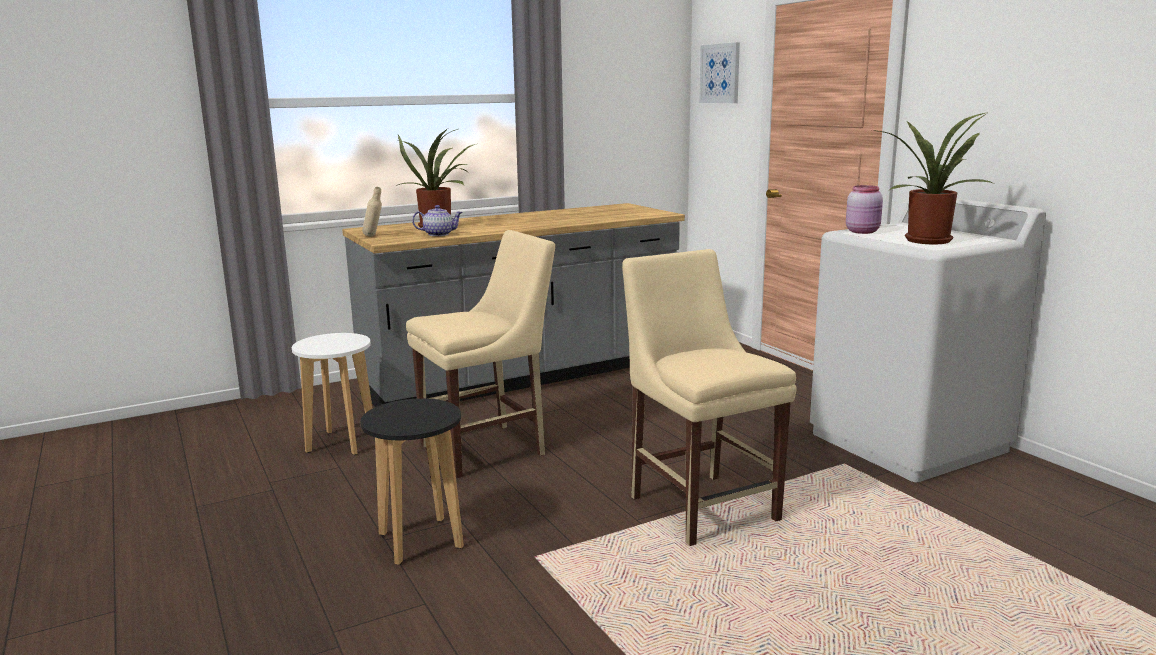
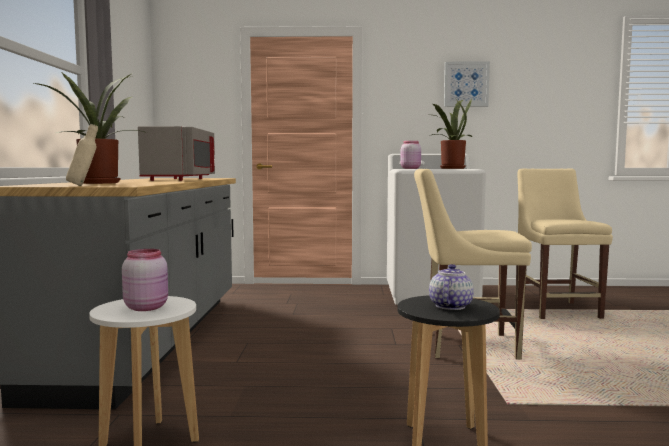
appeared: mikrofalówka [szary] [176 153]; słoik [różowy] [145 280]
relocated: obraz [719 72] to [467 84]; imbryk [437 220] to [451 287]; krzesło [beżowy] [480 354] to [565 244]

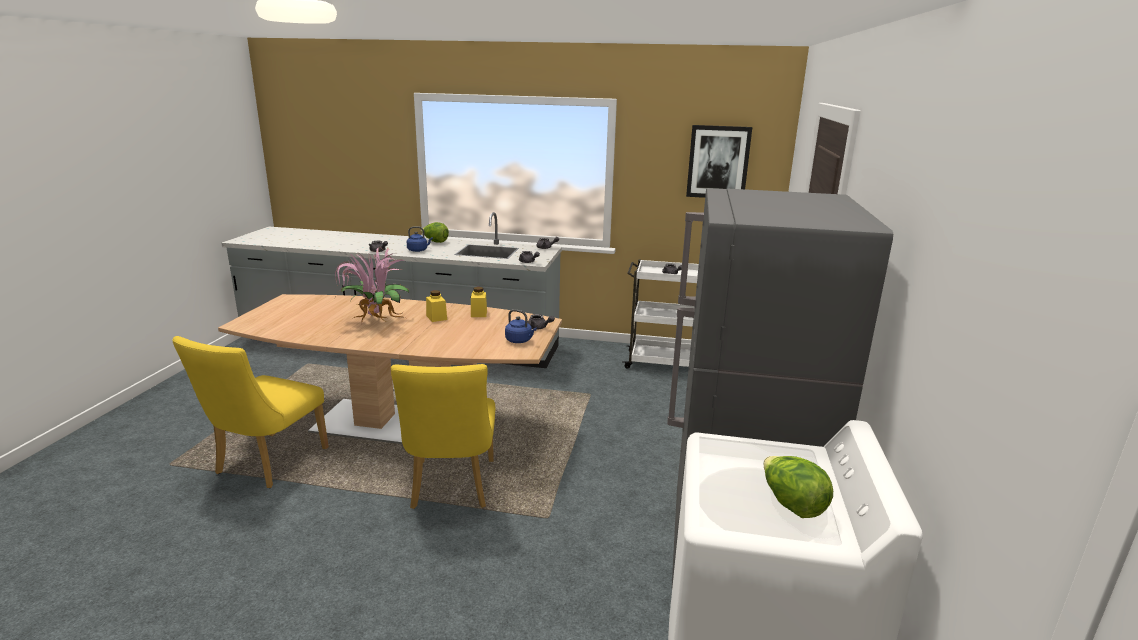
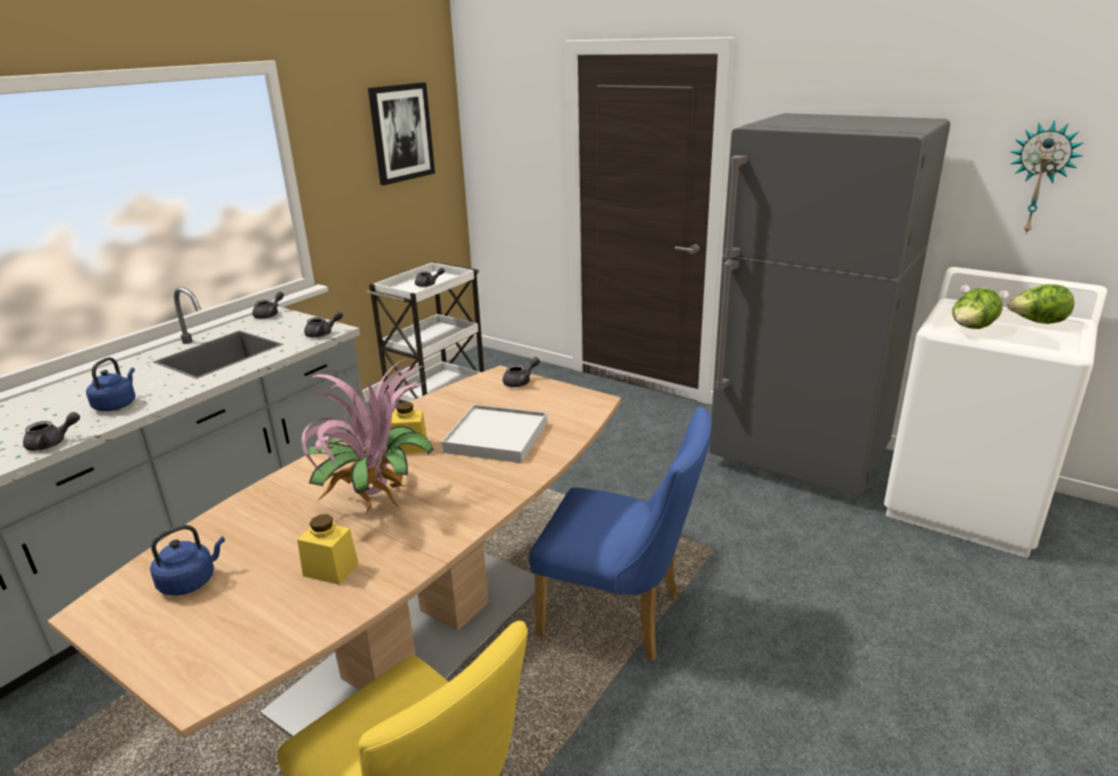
appeared: zegar ścienny [1047 177]; taca [biały] [494 434]
relocated: sałata [435 232] to [977 308]; słoik [żółty] [479 302] to [328 549]; czajnik [niebieski] [521 326] to [187 560]
colour: krzesło [żółty] [443 436] to krzesło [niebieski] [620 534]

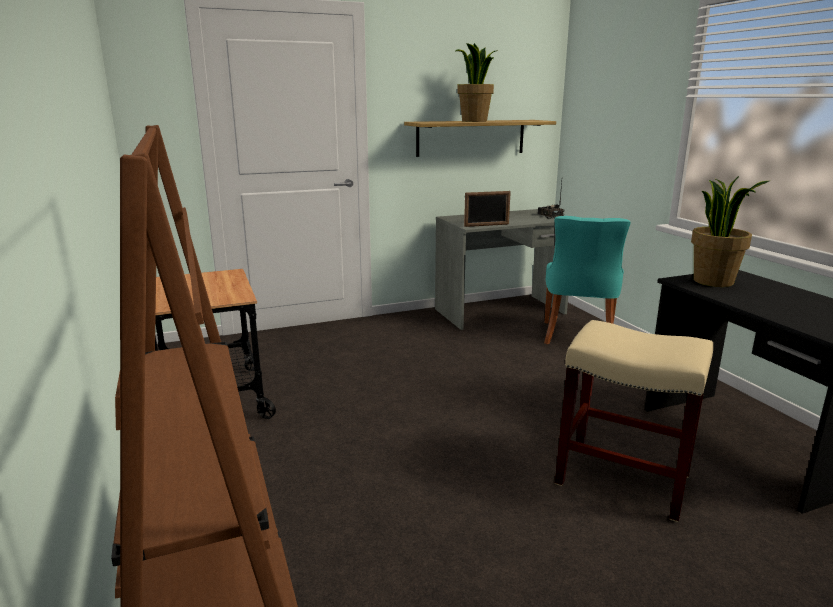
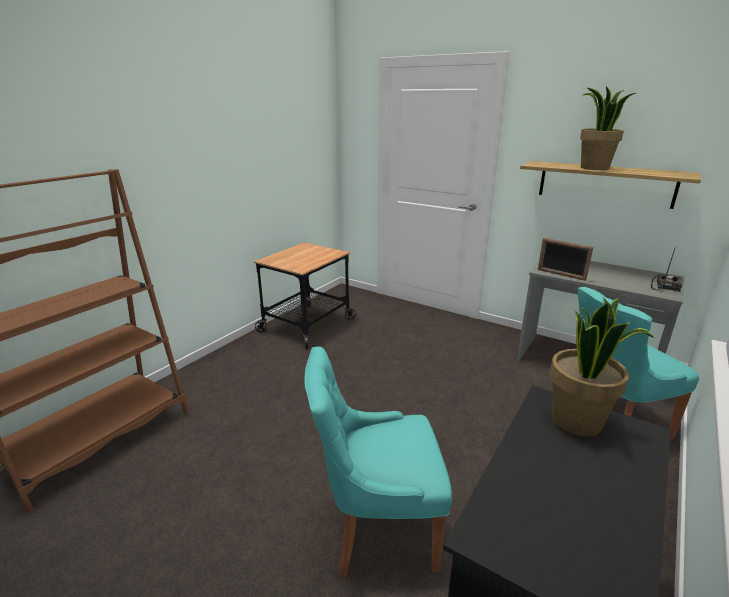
exchanged: stołek [beżowy] [634 421] to krzesło [turkusowy] [378 462]

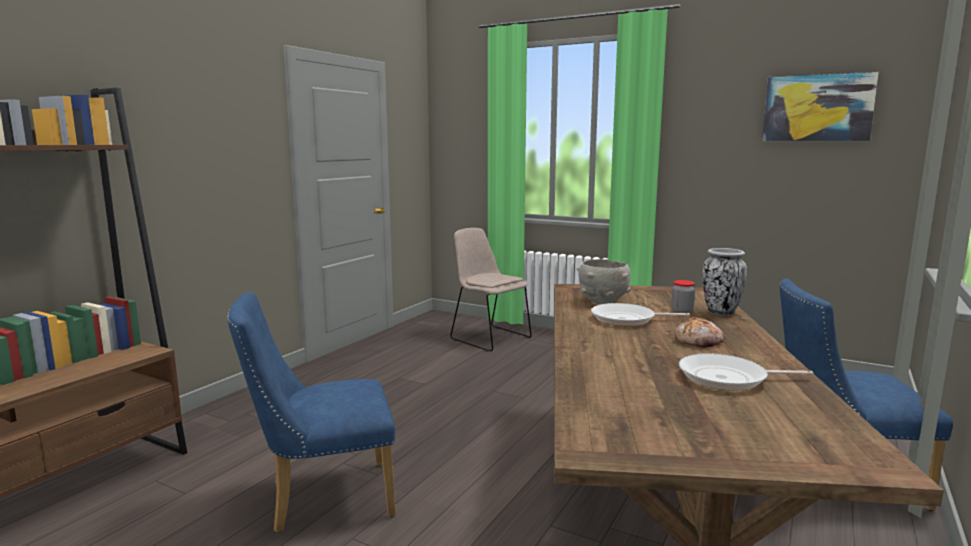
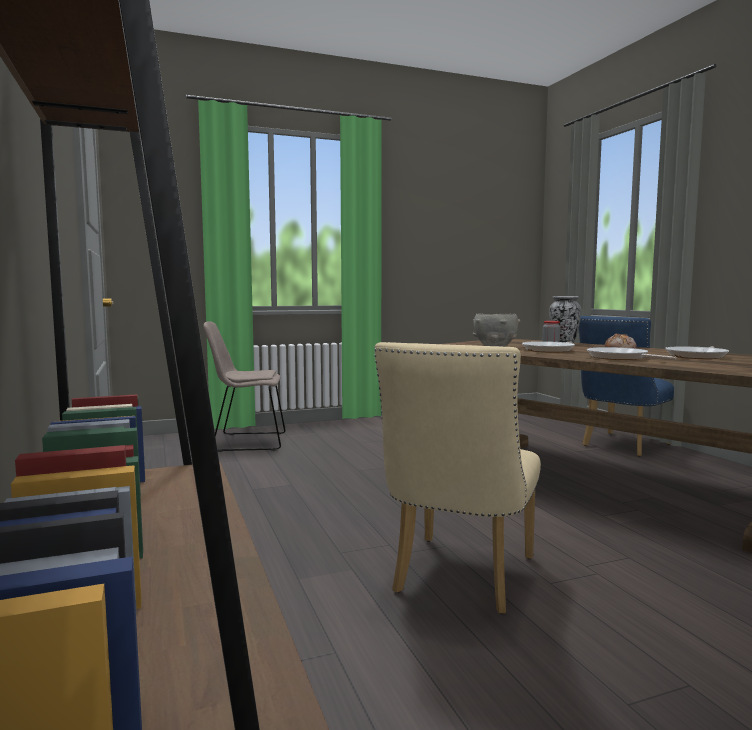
missing: obraz [820 106]
appeared: patelnia [632 353]
colour: krzesło [niebieski] [311 412] to krzesło [beżowy] [457 478]

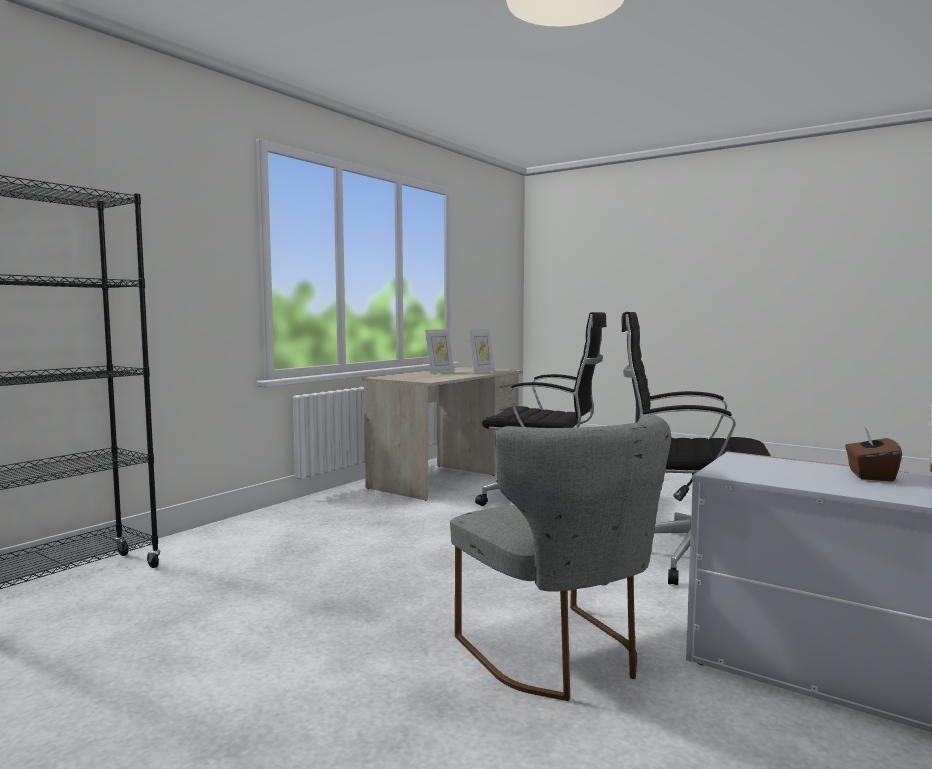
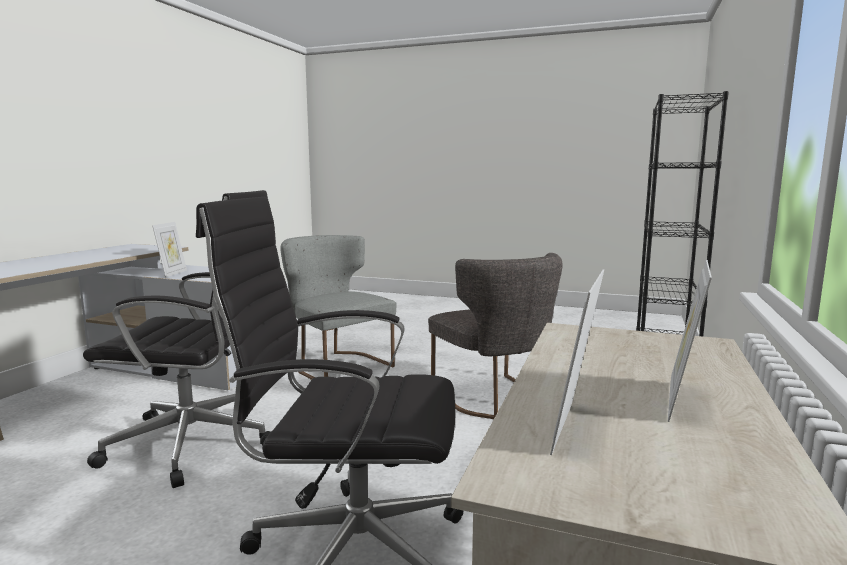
appeared: krzesło [szary] [495 336]
exchanged: pudełko chusteczek [brązowy] [873 454] to ramka na zdjęcie [169 250]

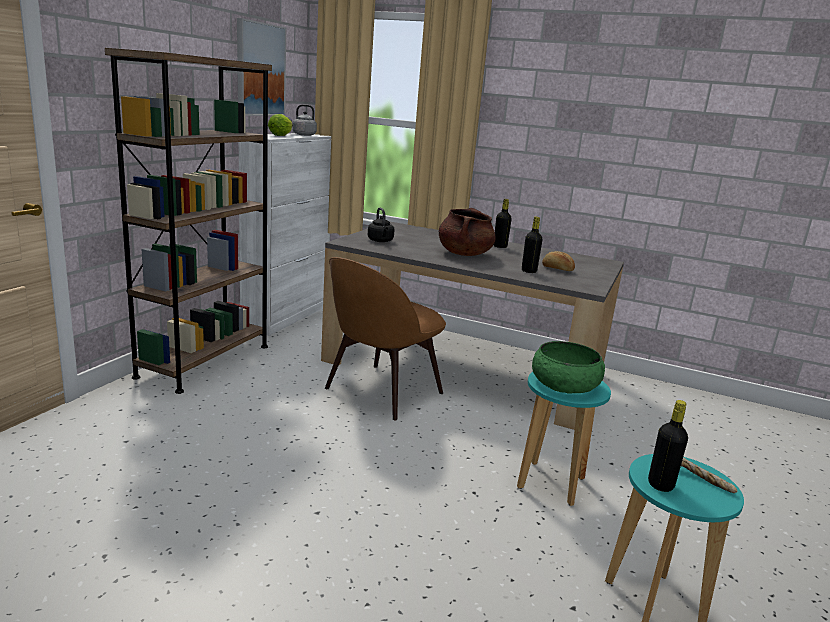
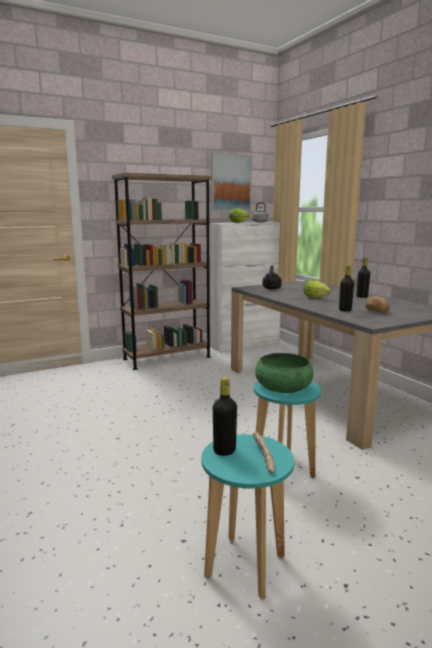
missing: krzesło [brązowy] [385 339]
exchanged: garnek [brązowy] [467 232] to sałata [317 289]

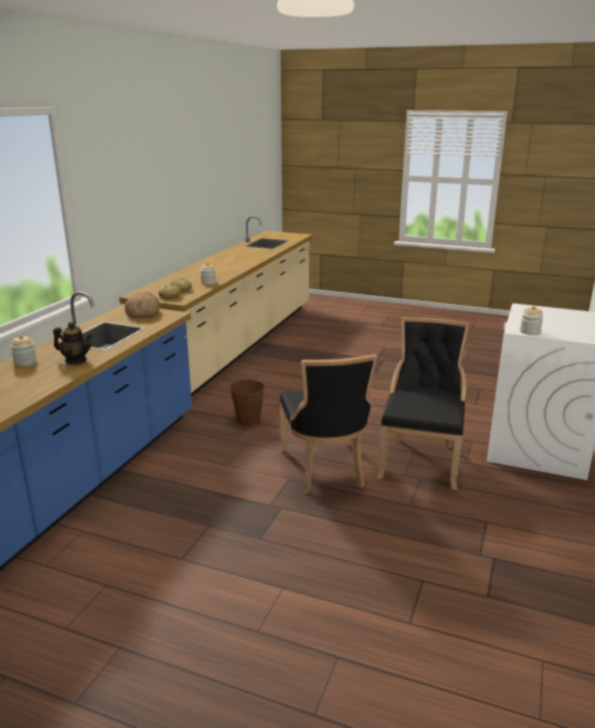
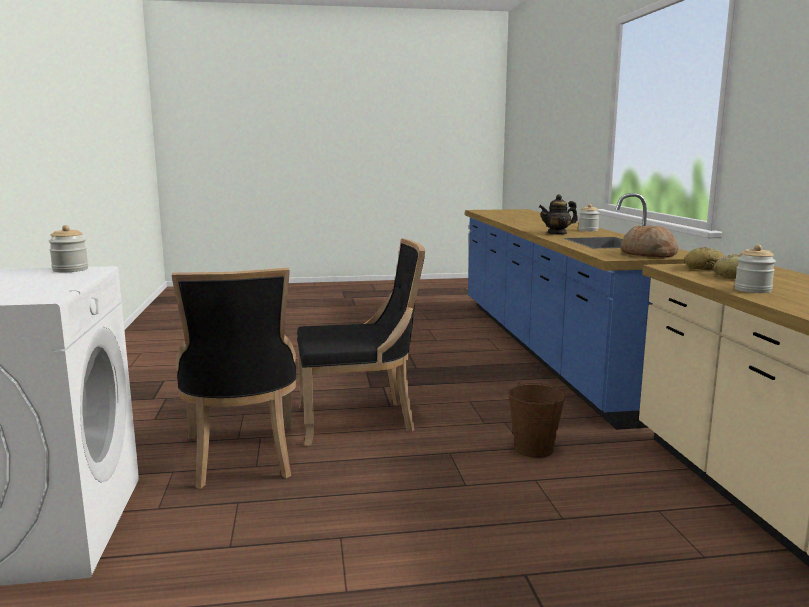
spun: krzesło [czarny] [328 424] = [361 342] 120 degrees clockwise

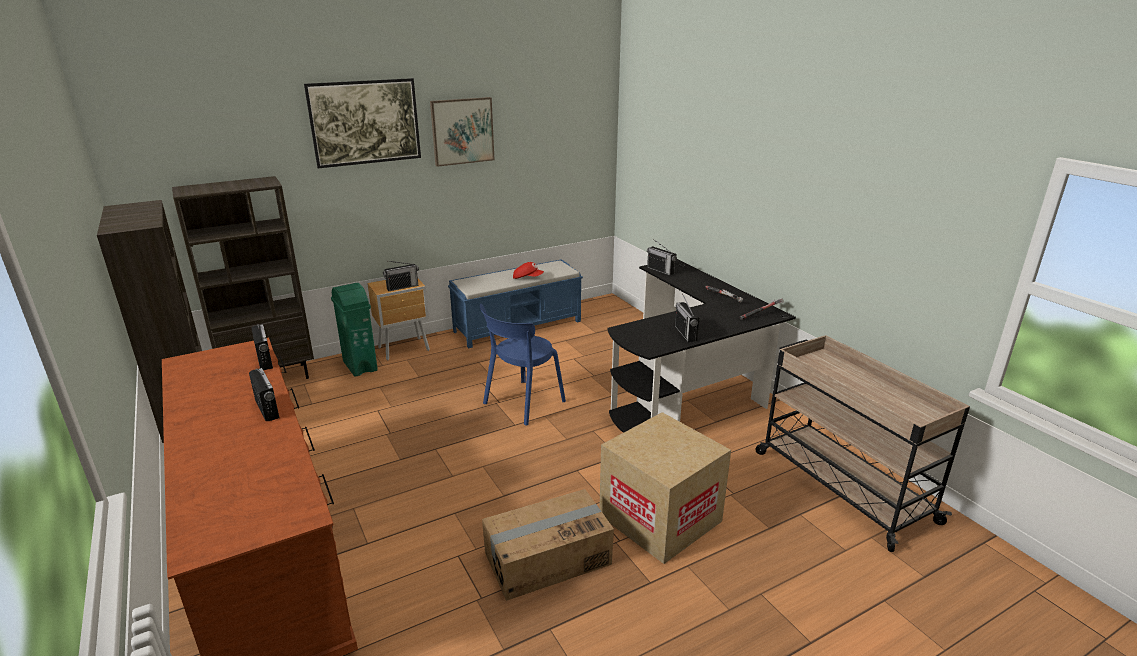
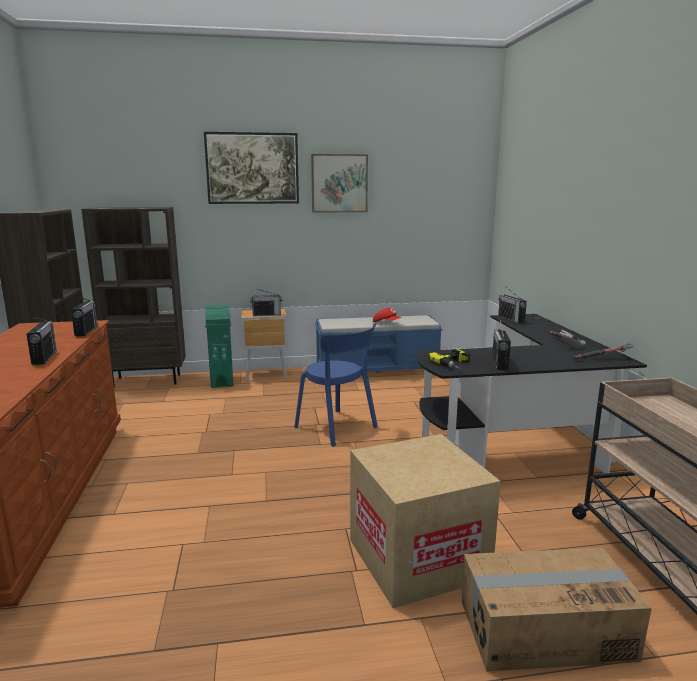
appeared: wiertarka [449 359]
relocated: karton [548 545] to [557 610]
spun: krzesło [niebieski] [523 365] = [336 385] 105 degrees counterclockwise

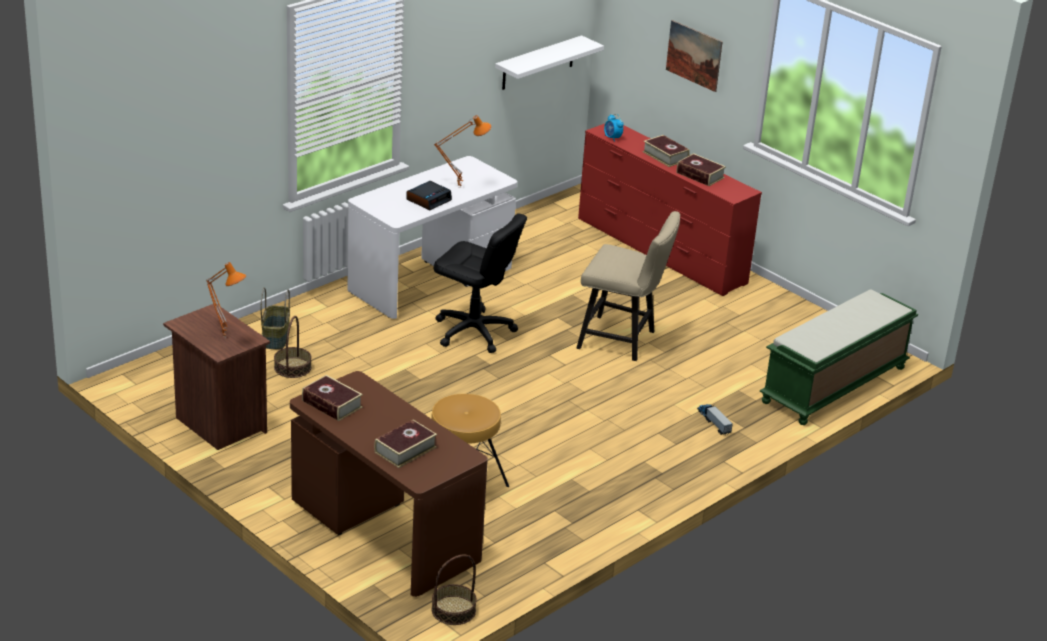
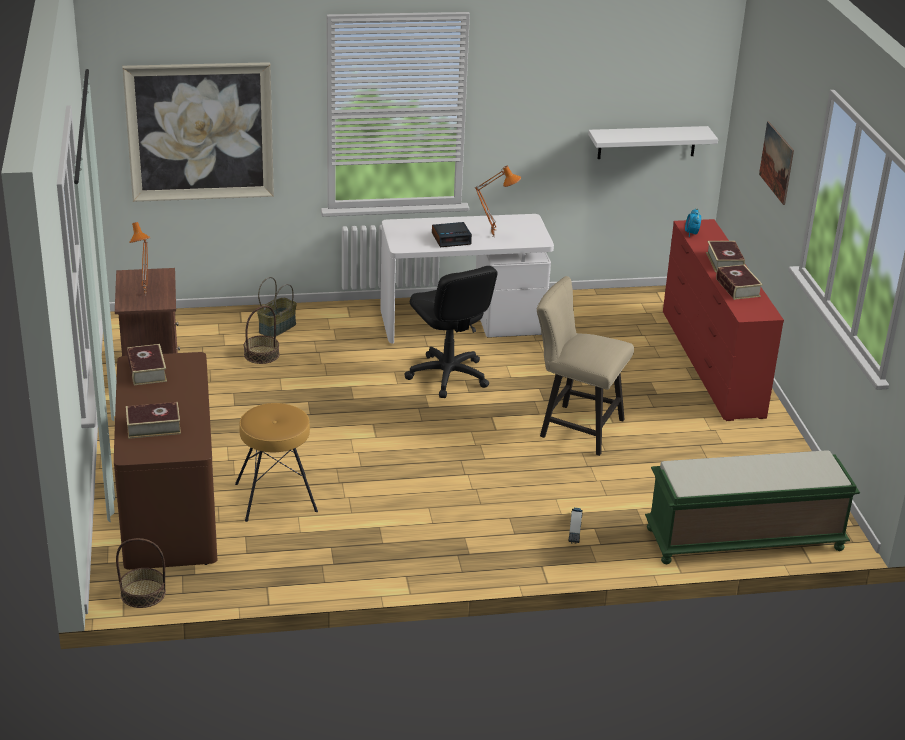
appeared: obraz [198 132]
spun: krzesło [beżowy] [628 286] = [585 366] 150 degrees clockwise

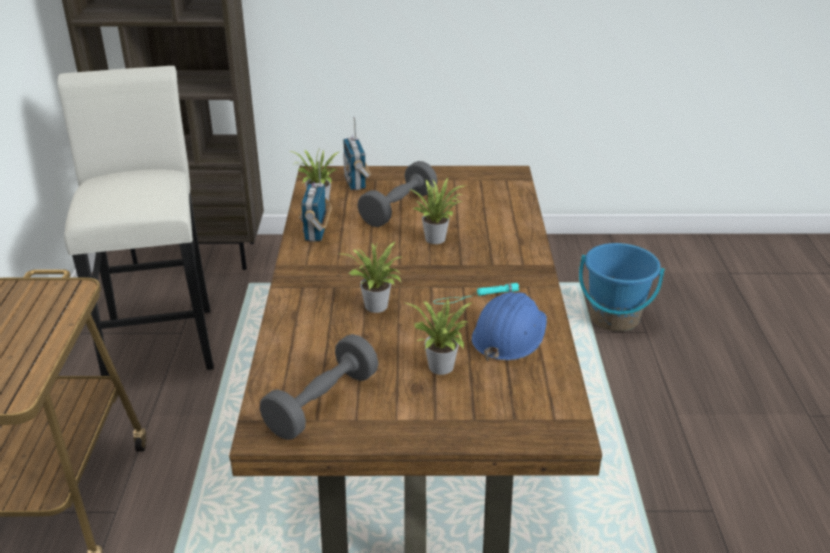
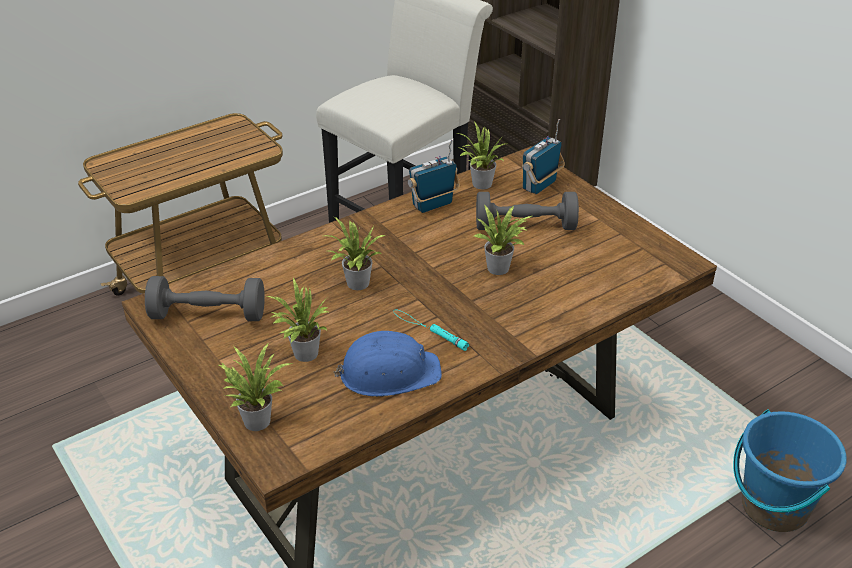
appeared: roślina doniczkowa [256 386]

